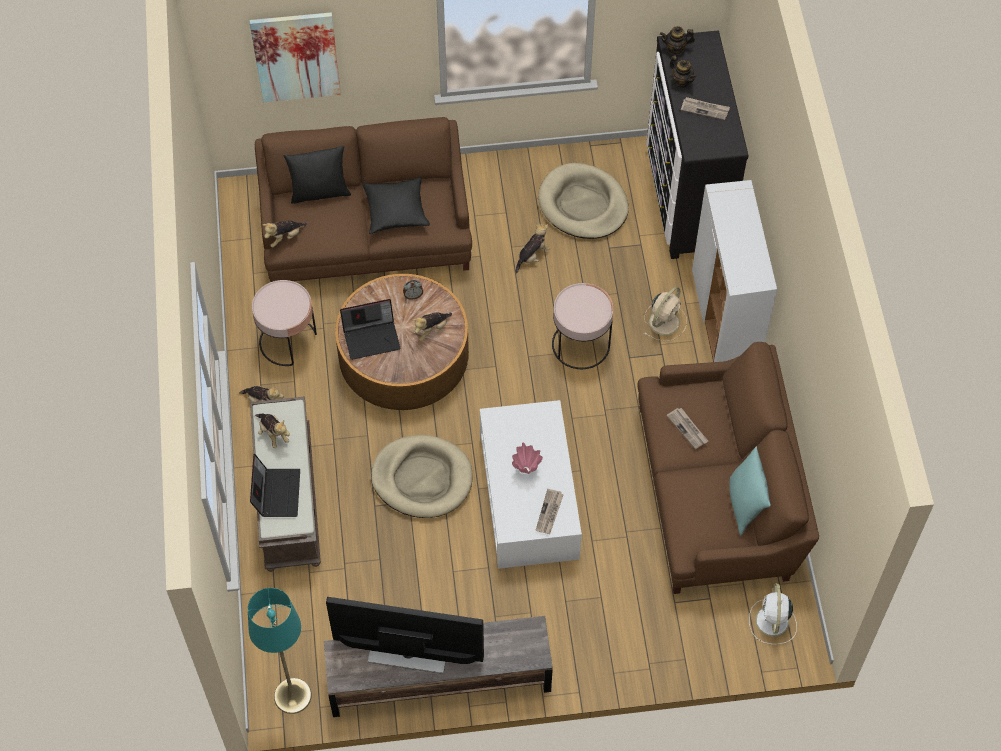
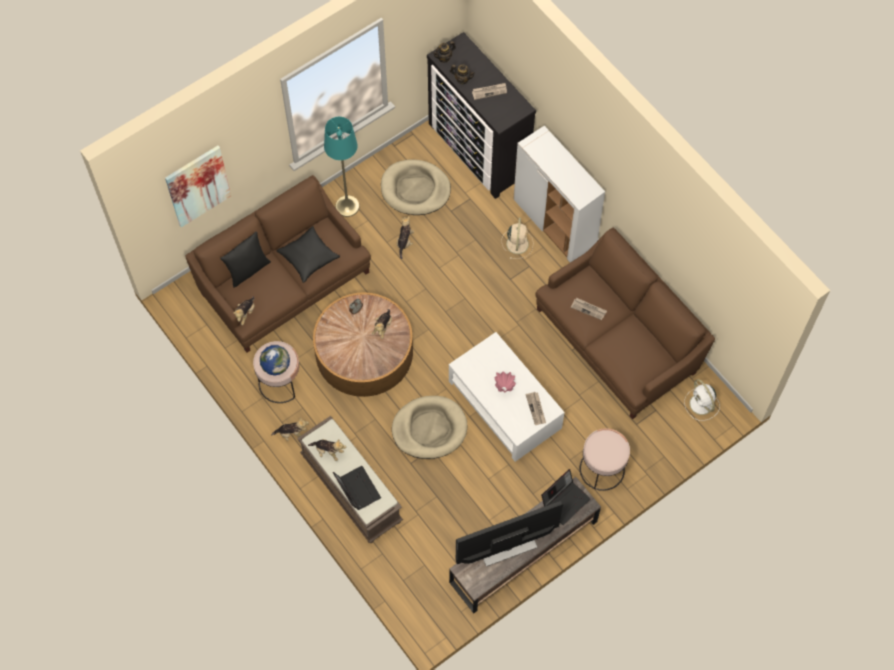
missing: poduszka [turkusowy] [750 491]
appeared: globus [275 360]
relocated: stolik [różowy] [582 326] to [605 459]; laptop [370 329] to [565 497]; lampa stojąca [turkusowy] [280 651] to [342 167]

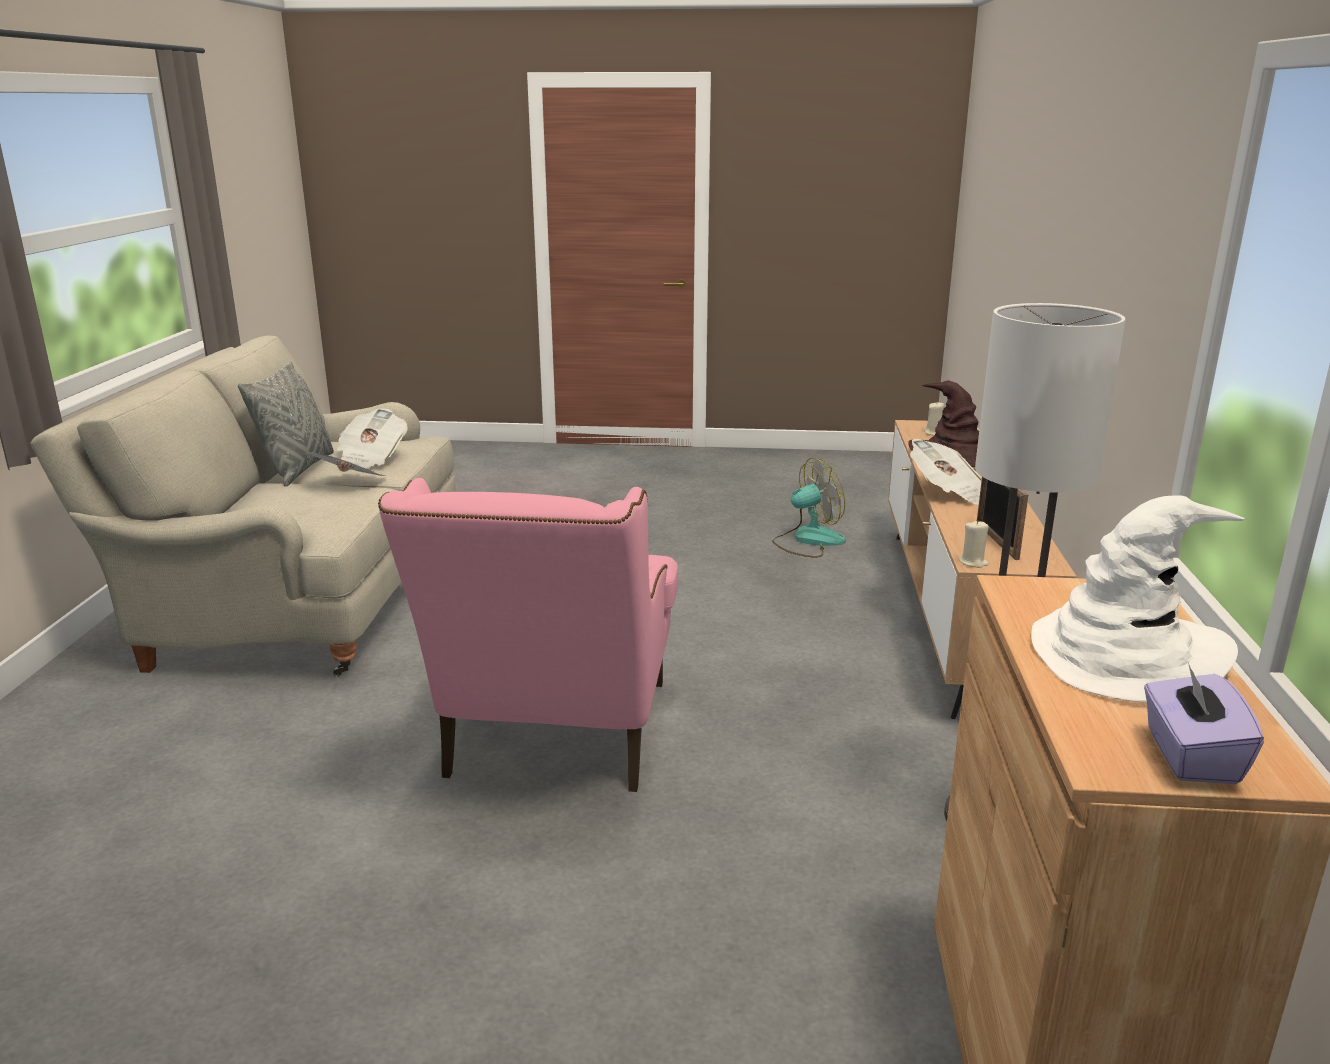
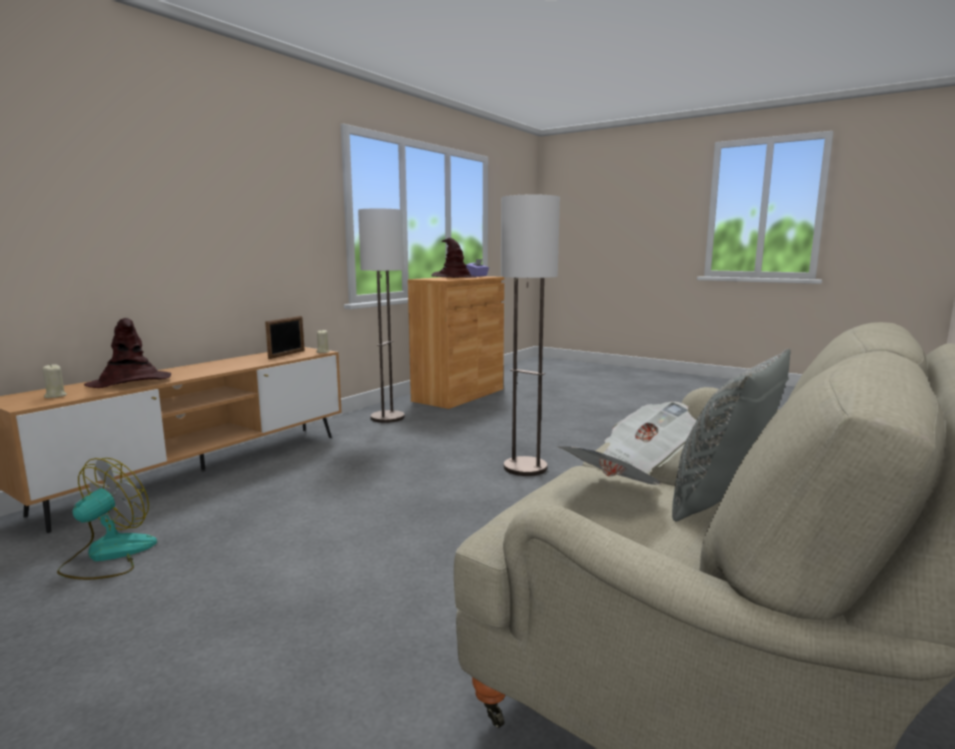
missing: gazeta [945 472]
exchanged: fotel [różowy] [528 635] to lampa stojąca [530 335]
colour: kapelusz [biały] [1138 598] to kapelusz [brązowy] [454 257]
spun: wentylator [809 508] = [107 519] 105 degrees clockwise

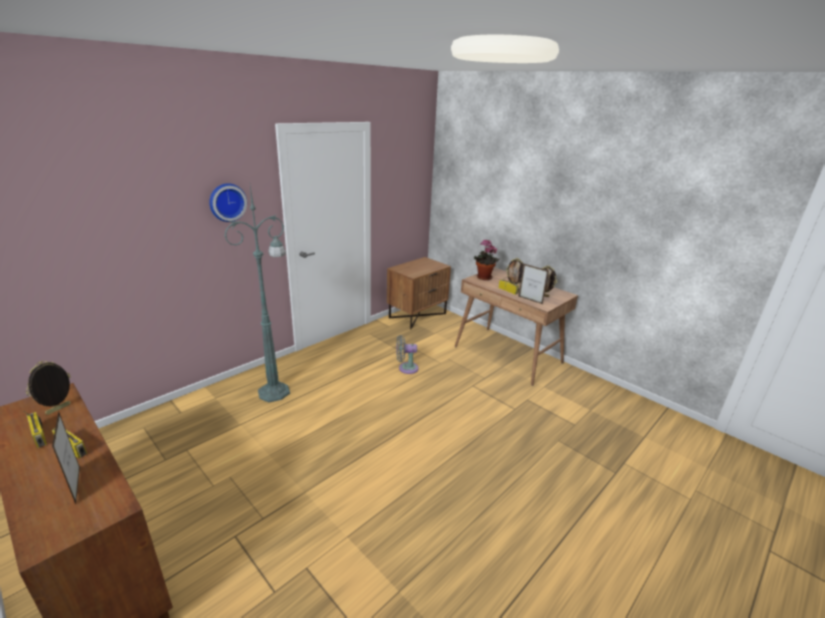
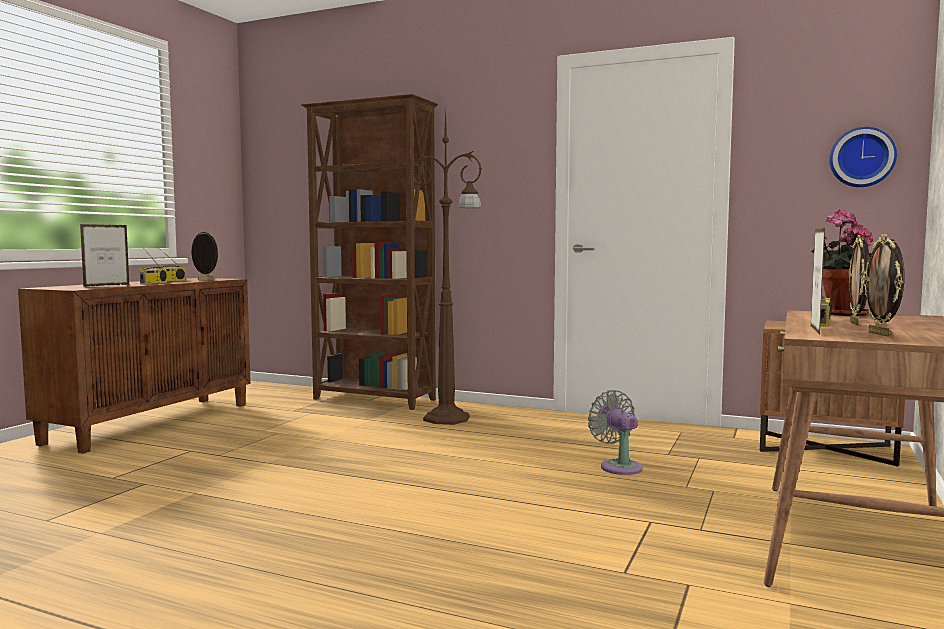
appeared: regał [brązowy] [369 252]
relocated: zegar ścienny [228 202] to [863 157]
colour: lampa stojąca [zielony] [257 294] to lampa stojąca [brązowy] [446 266]

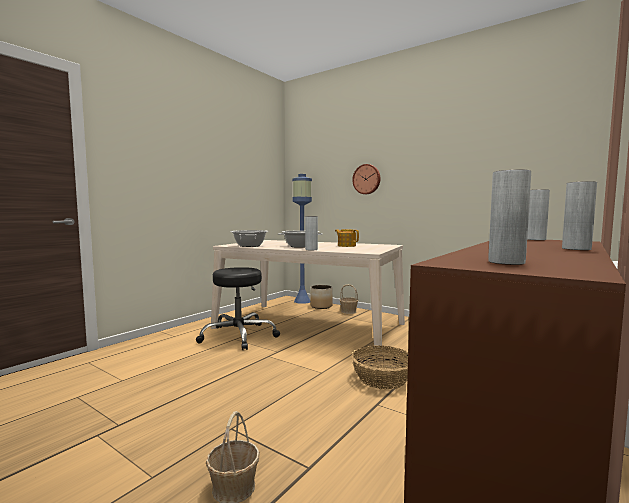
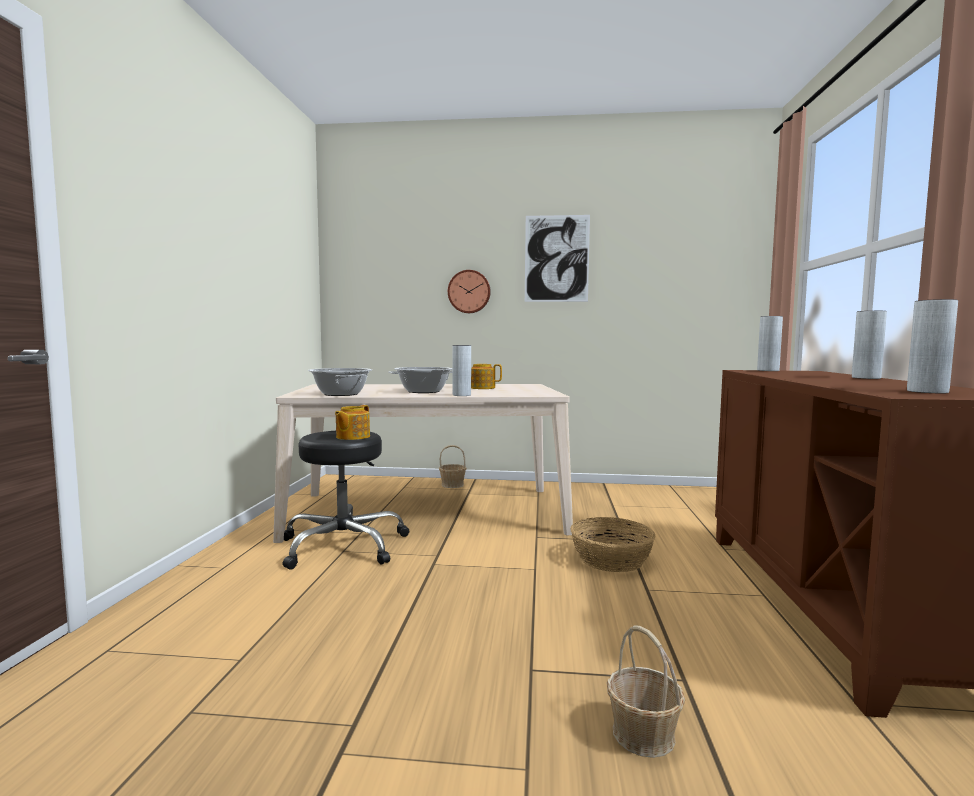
missing: lampa stojąca [niebieski] [302 239]; donica [321 297]
appeared: obraz [557 258]; imbryk [352 422]

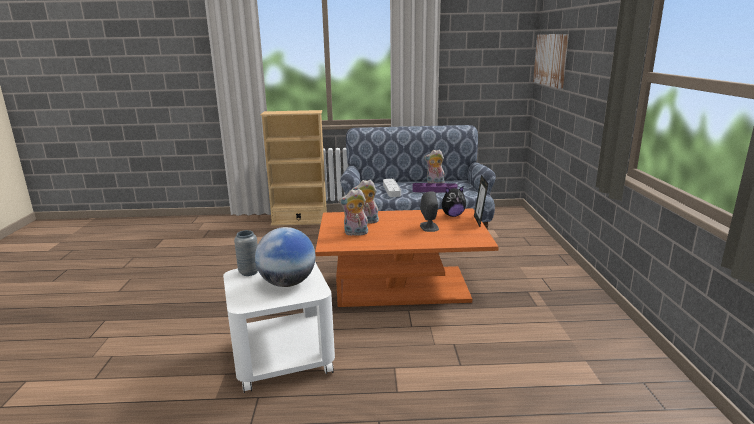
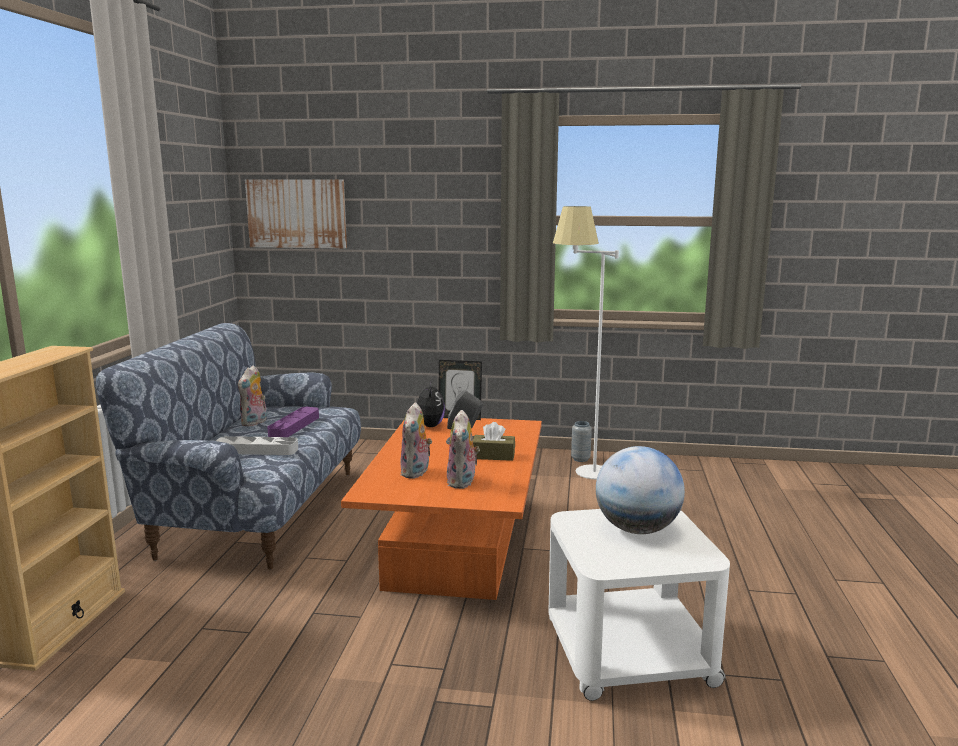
appeared: lampa stojąca [biały] [586 342]; pudełko chusteczek [brązowy] [494 441]
relocated: wazon [szary] [246 253] to [581 441]

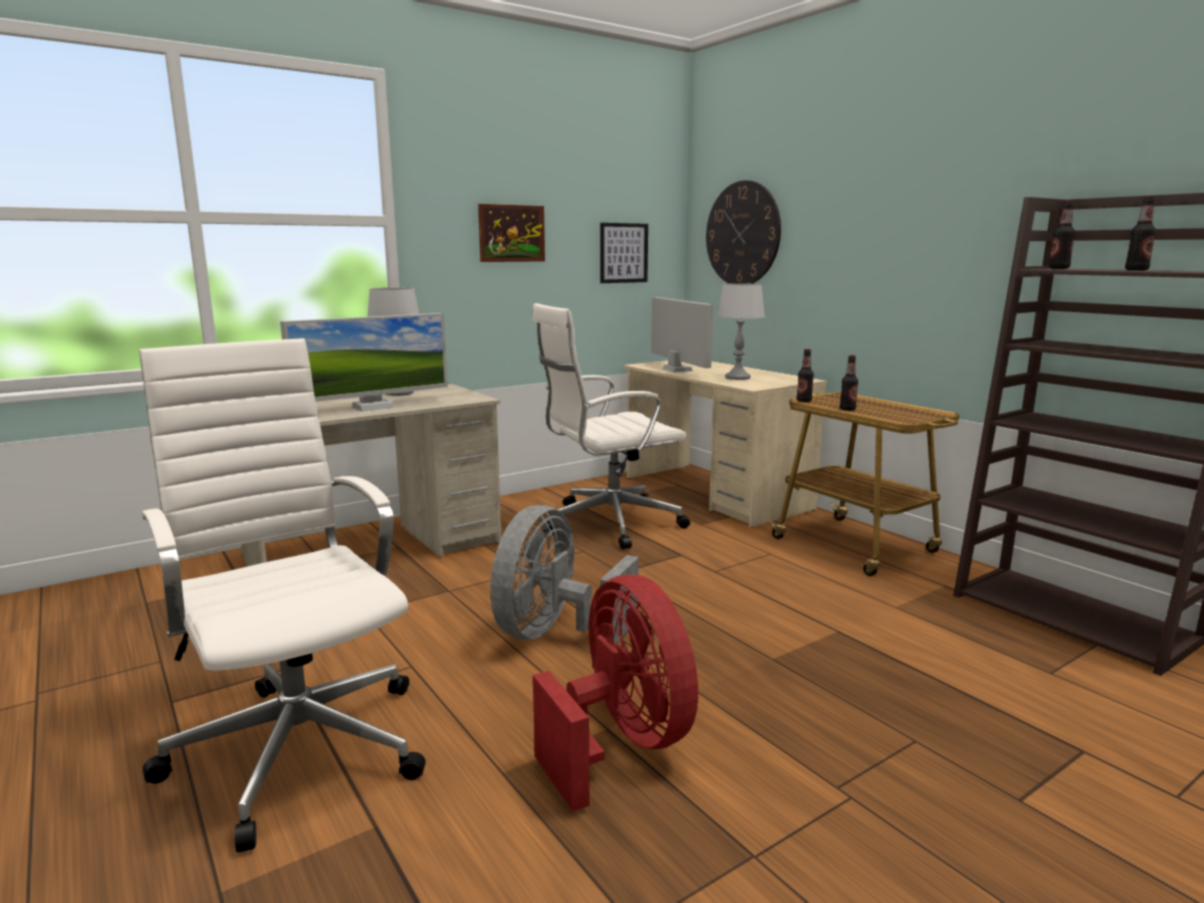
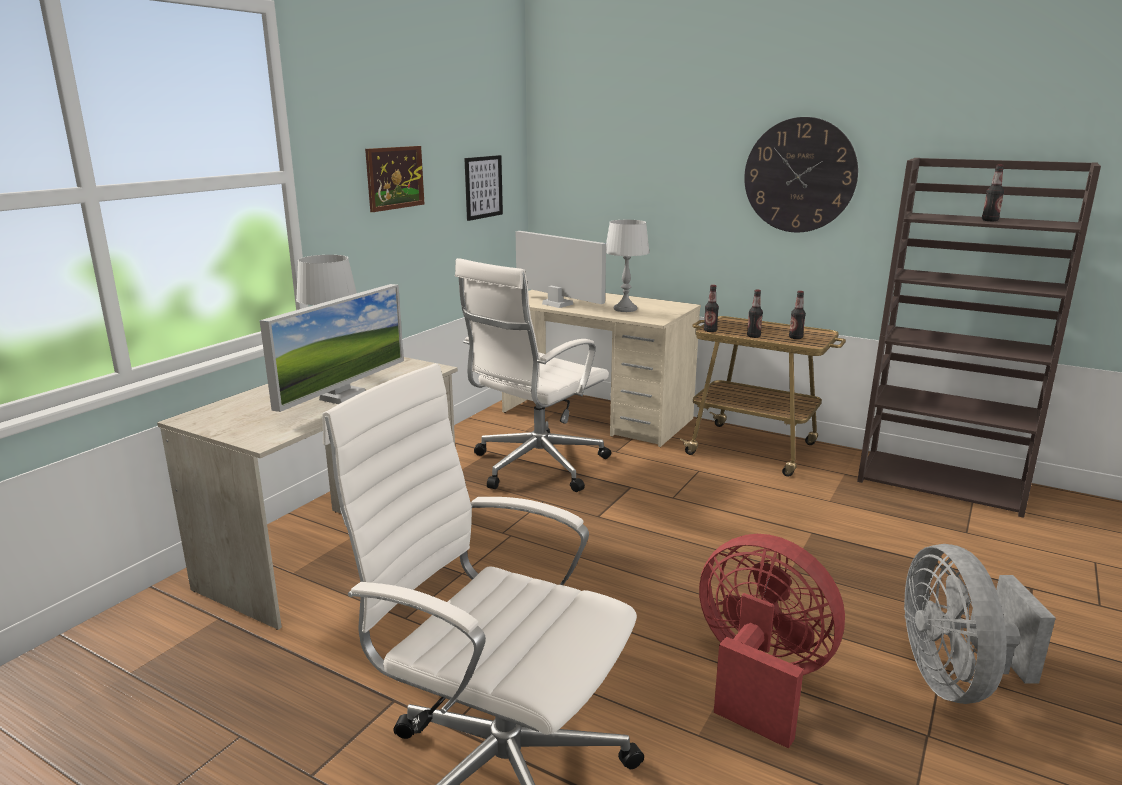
relocated: zegar ścienny [743 232] to [801 174]; butelka [1062 234] to [797 315]; wentylator [szary] [564 574] to [980 624]

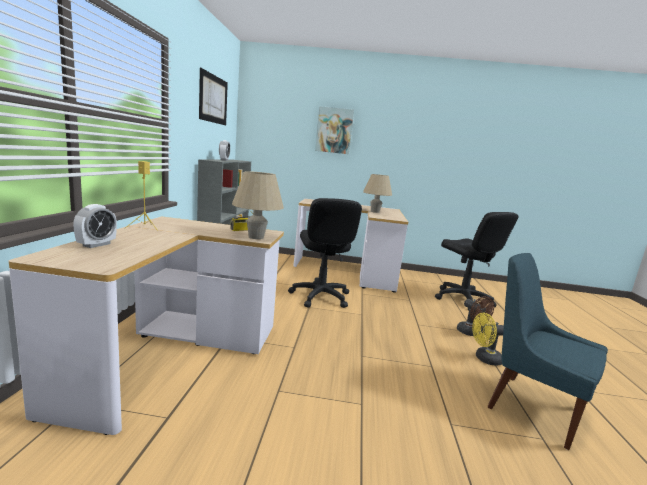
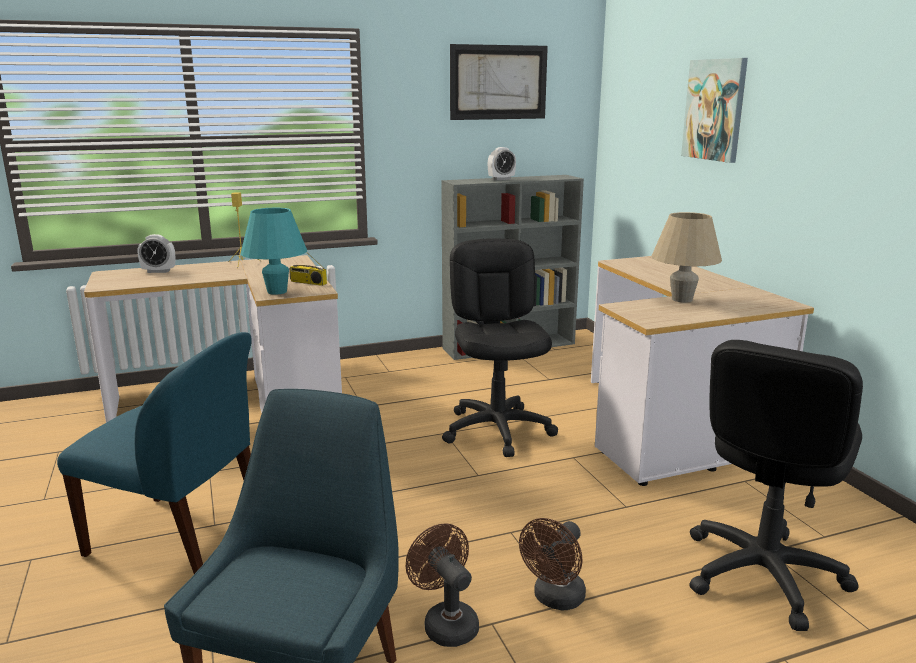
appeared: krzesło [niebieski] [154 453]
colour: lampa stołowa [beżowy] [258 205] to lampa stołowa [turkusowy] [273 251]; wentylator [żółty] [488 339] to wentylator [brązowy] [442 585]
spun: krzesło biurowe [czarny] [325 253] = [500 347] 120 degrees clockwise

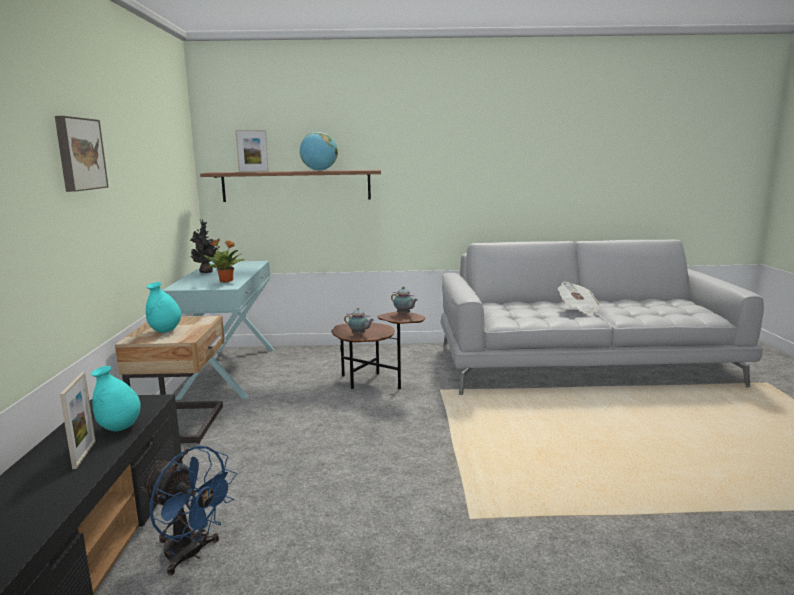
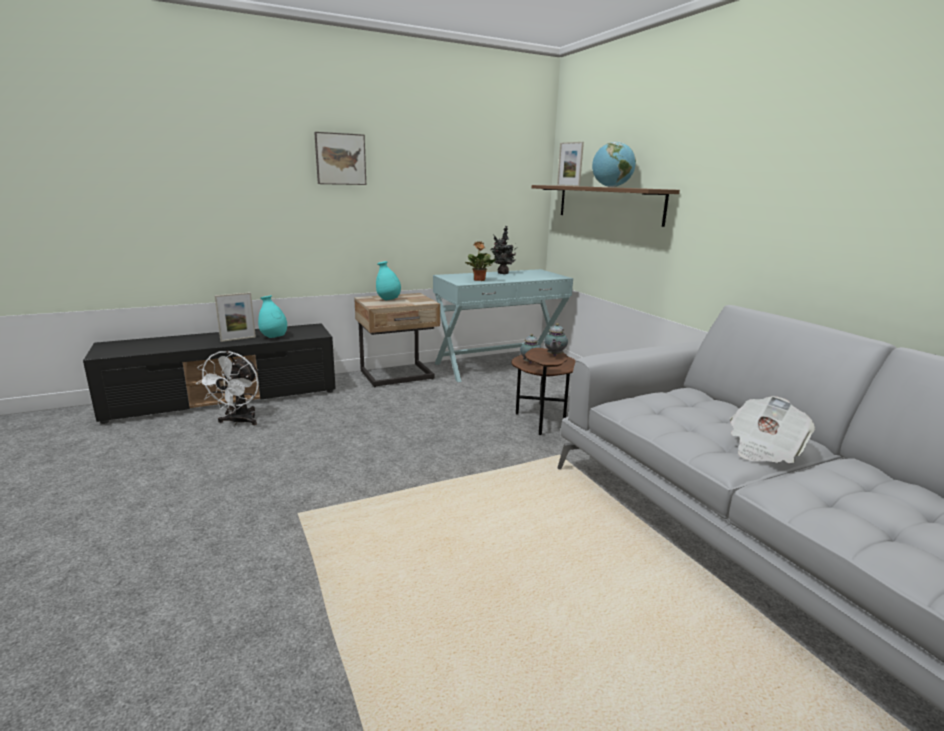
colour: wentylator [niebieski] [189 510] to wentylator [biały] [227 388]

